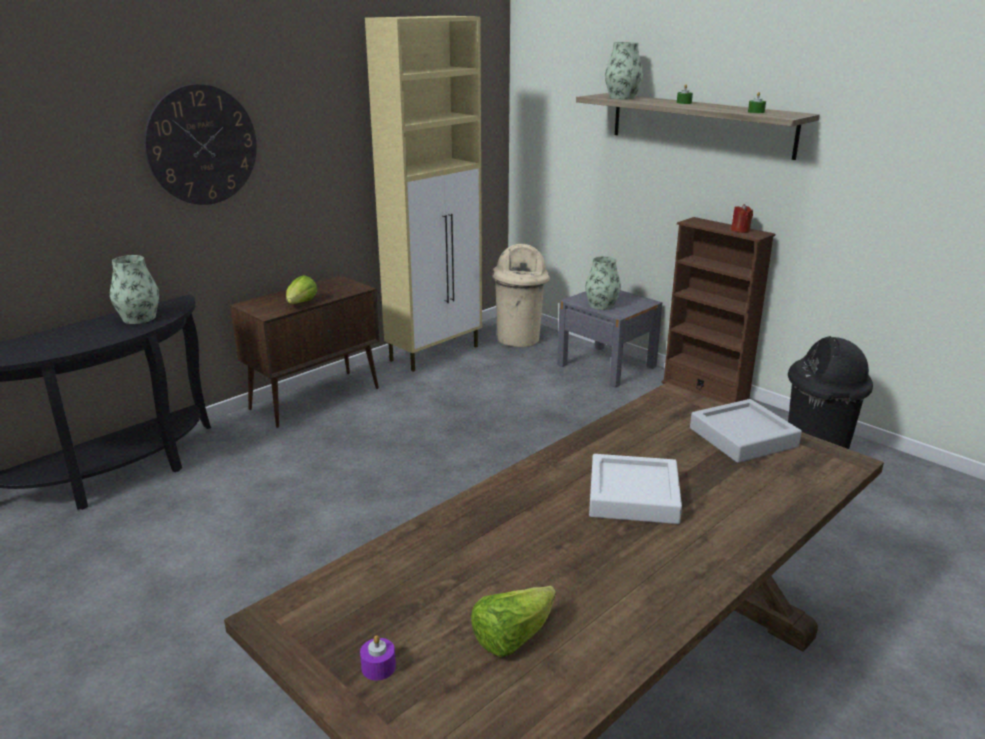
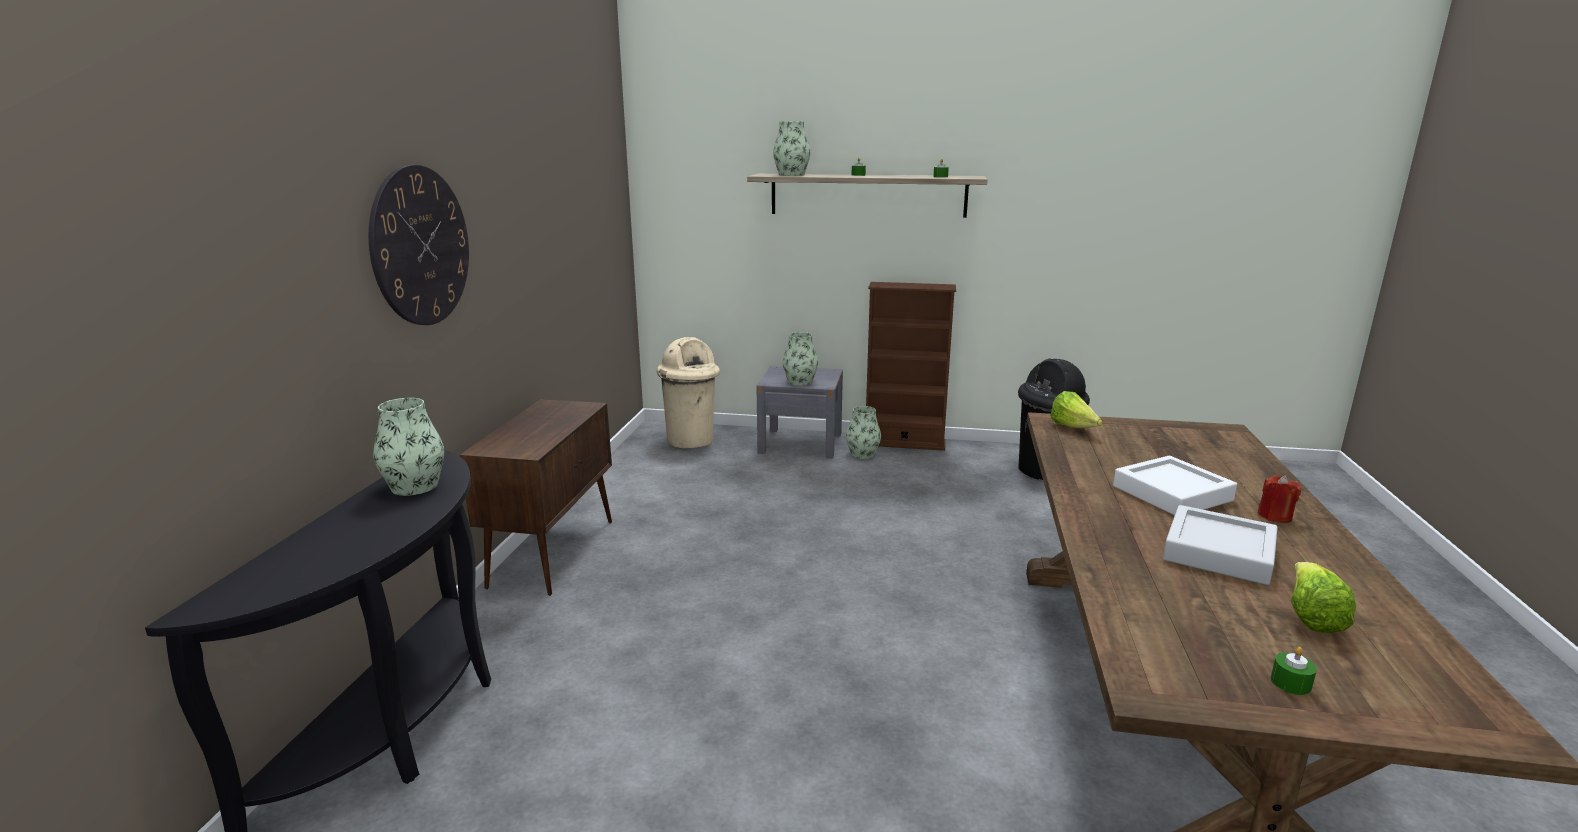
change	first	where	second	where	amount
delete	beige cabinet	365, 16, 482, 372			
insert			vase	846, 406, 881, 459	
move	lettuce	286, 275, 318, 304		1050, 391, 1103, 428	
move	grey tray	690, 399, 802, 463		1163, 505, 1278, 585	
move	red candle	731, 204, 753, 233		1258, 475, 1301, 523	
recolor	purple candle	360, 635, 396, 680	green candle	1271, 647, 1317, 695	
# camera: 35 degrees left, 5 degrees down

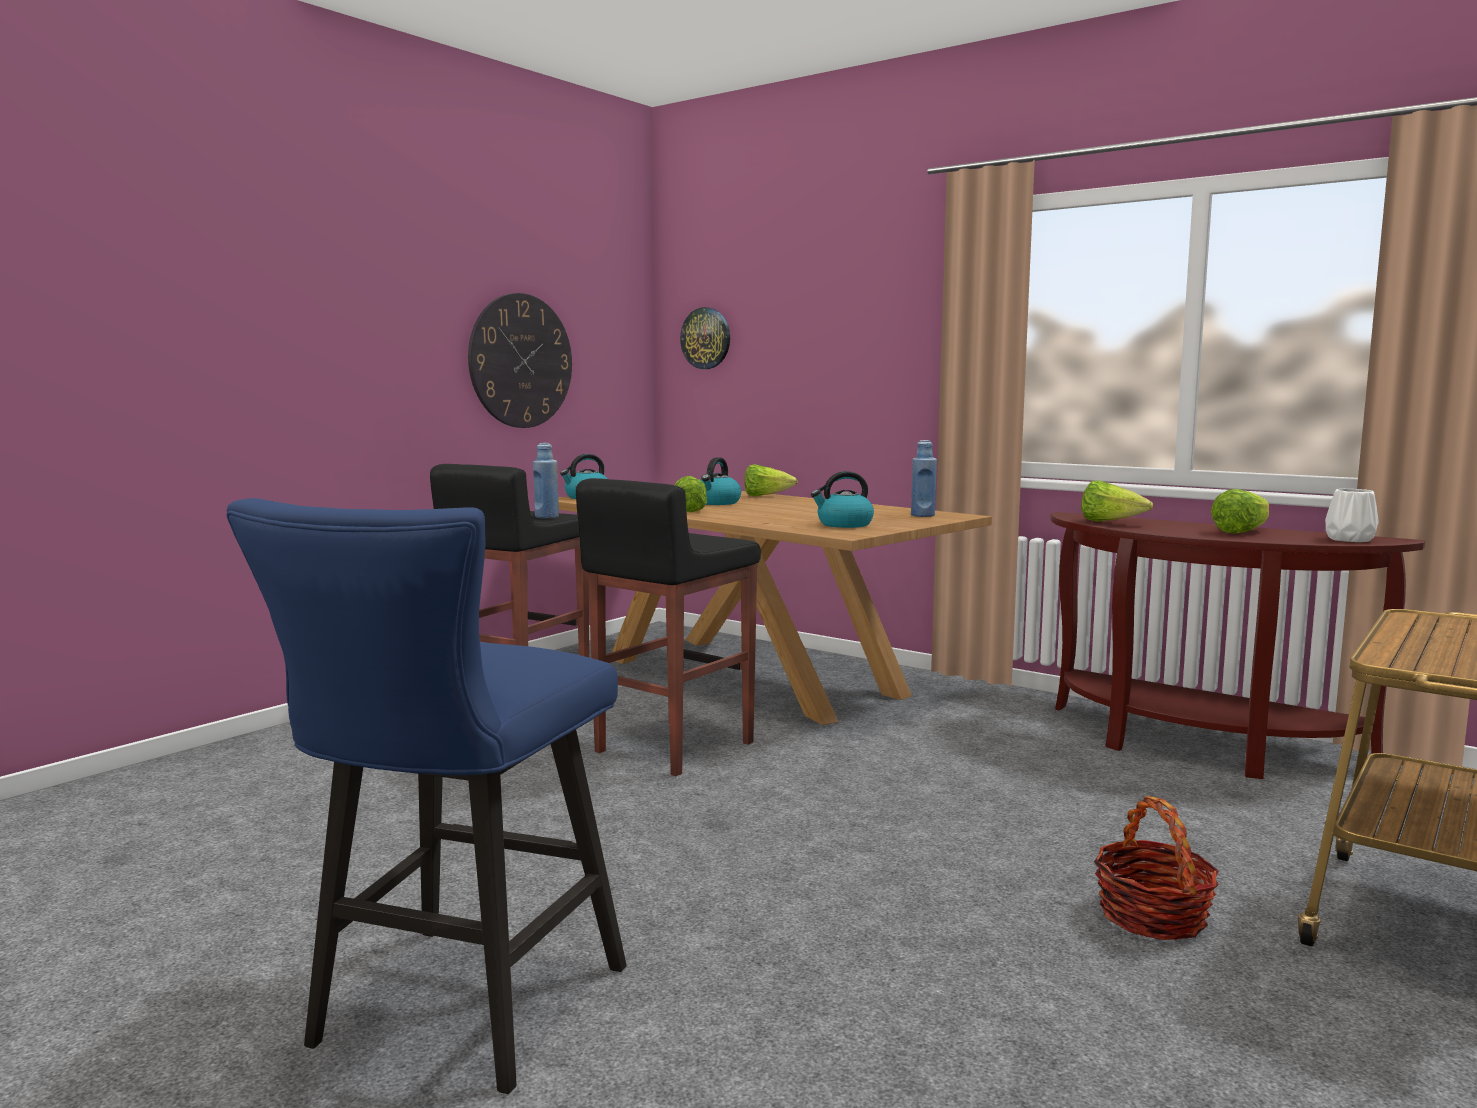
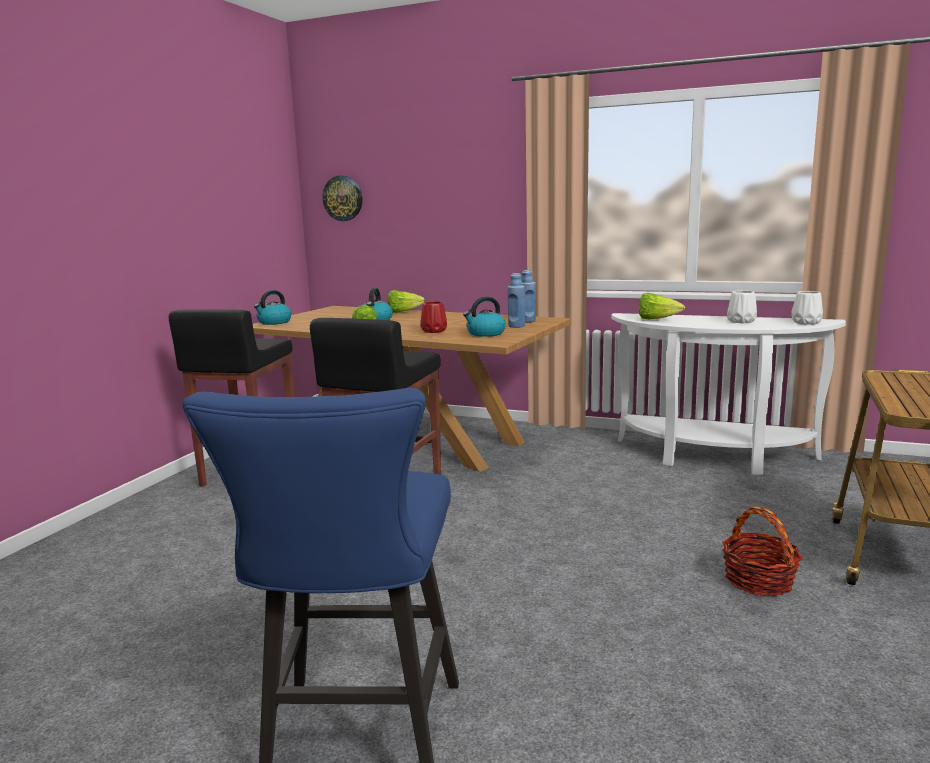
change	first	where	second	where	amount
delete	wall clock	468, 293, 572, 428			
insert			red vase	421, 301, 447, 333	
move	blue bottle	533, 443, 559, 518		508, 273, 525, 328	
replace	lettuce	1211, 489, 1269, 533	white vase	727, 290, 757, 323	
recolor	brown console table	1050, 512, 1425, 779	white console table	611, 313, 846, 475	
# camera: 15 degrees left, 5 degrees up

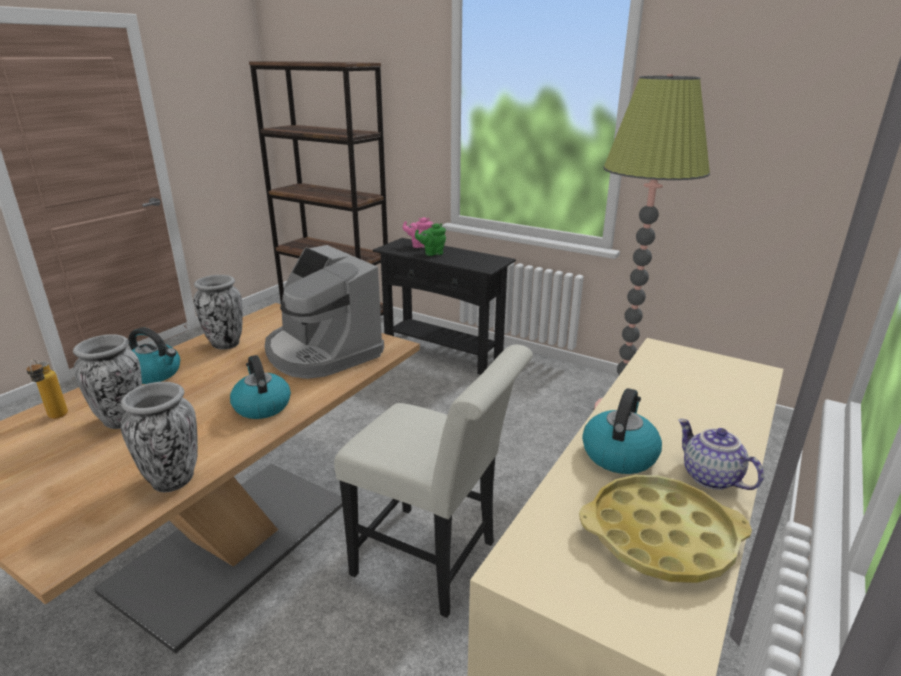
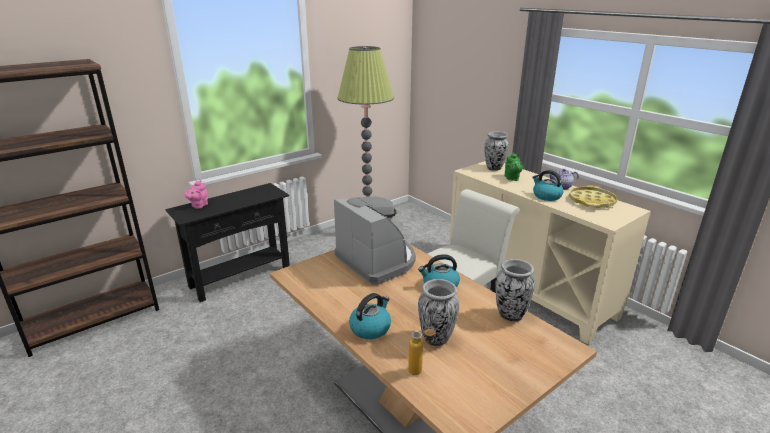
change	first	where	second	where	amount
move	vase	193, 275, 243, 350		484, 131, 509, 171	
move	green teapot	415, 223, 446, 256		504, 153, 523, 181	
rotate	coffee machine	265, 245, 384, 379		334, 197, 416, 285	105 degrees counterclockwise
# camera: 70 degrees left, 0 degrees up

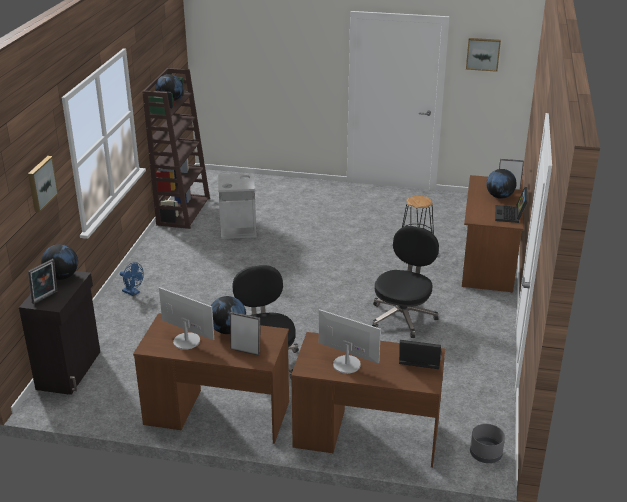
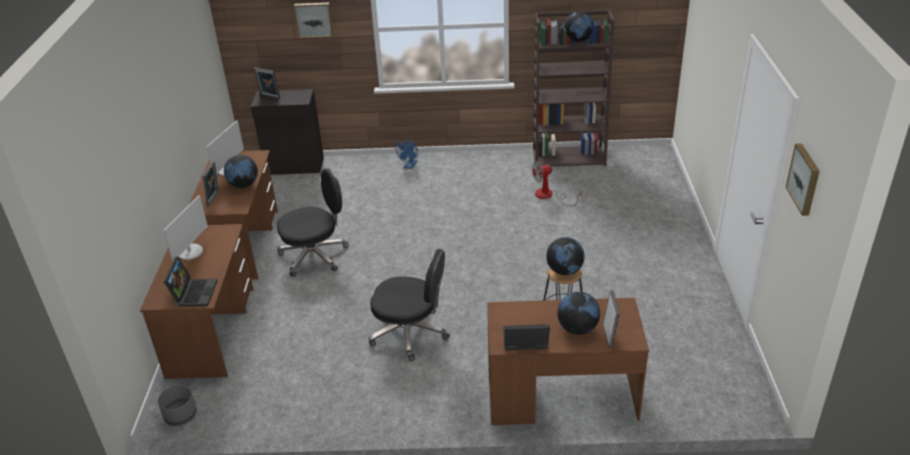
change	first	where	second	where	amount
move	globe	41, 244, 78, 280		546, 237, 585, 275	
replace	grey trash can	218, 173, 257, 239	fan	532, 161, 582, 206	
# camera: 80 degrees right, 5 degrees up

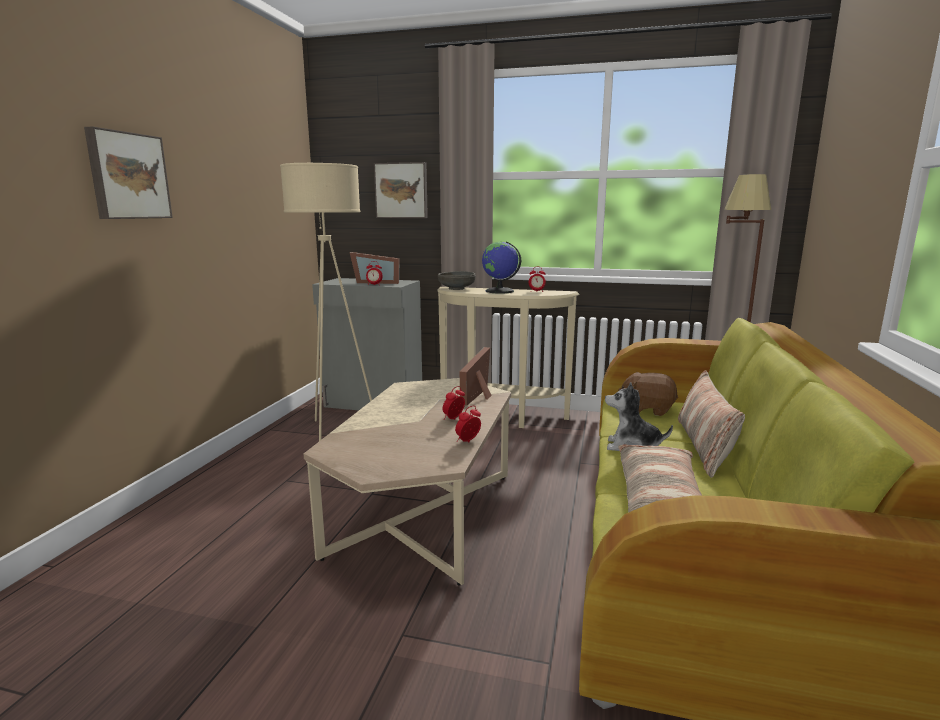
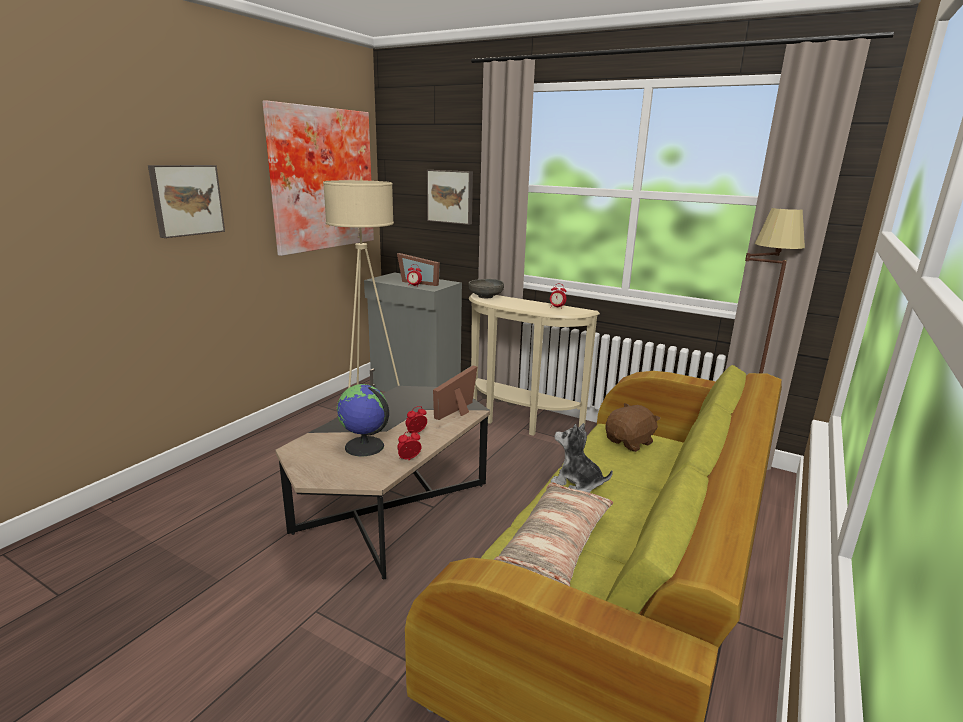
change	first	where	second	where	amount
delete	pillow	678, 370, 745, 478			
insert			picture	262, 100, 374, 256	
move	globe	482, 241, 521, 294		337, 384, 389, 456	
recolor	beige coffee table	304, 378, 511, 586	black coffee table	275, 386, 490, 579	
rotate	brown plush toy	618, 372, 678, 416		605, 403, 660, 452	105 degrees clockwise
# camera: 15 degrees right, 5 degrees up

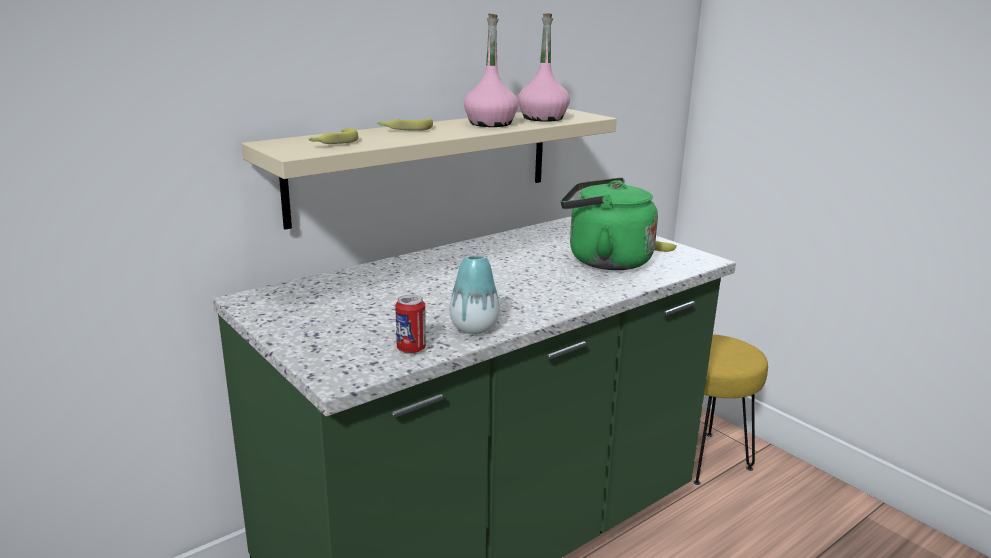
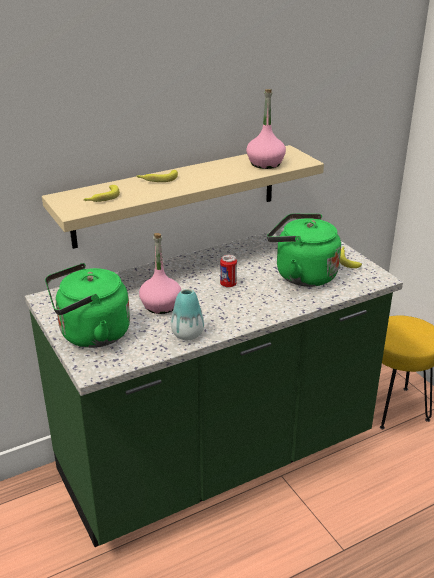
change	first	where	second	where	amount
insert			green kettle	45, 263, 130, 348	
move	can	395, 294, 426, 354		220, 255, 237, 288	
move	pink bottle	464, 13, 518, 127		139, 233, 181, 314	
# camera: 10 degrees right, 10 degrees up

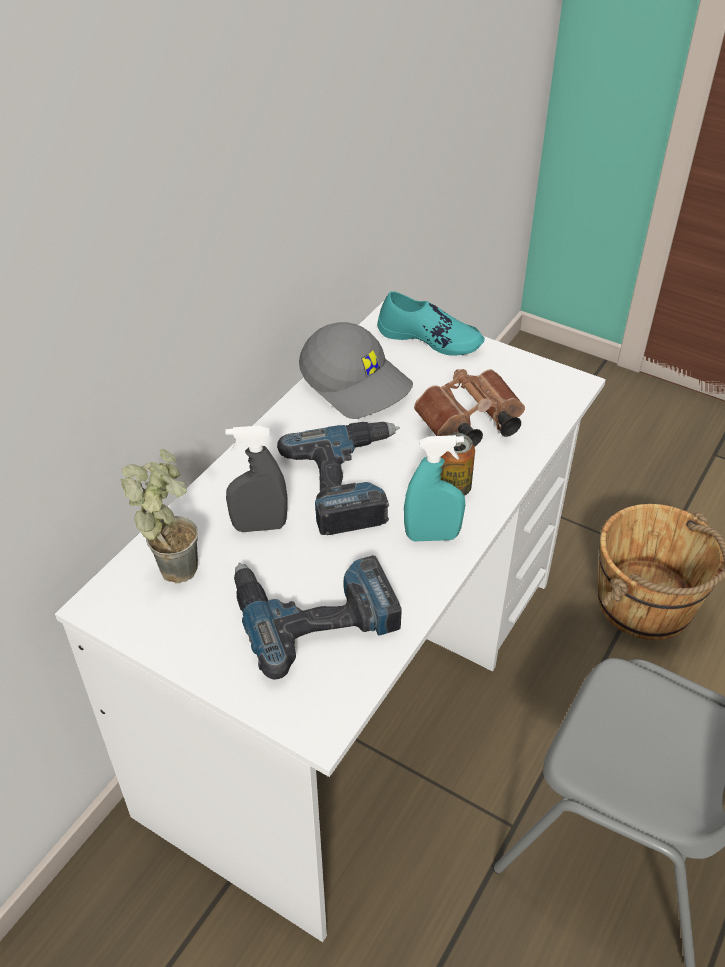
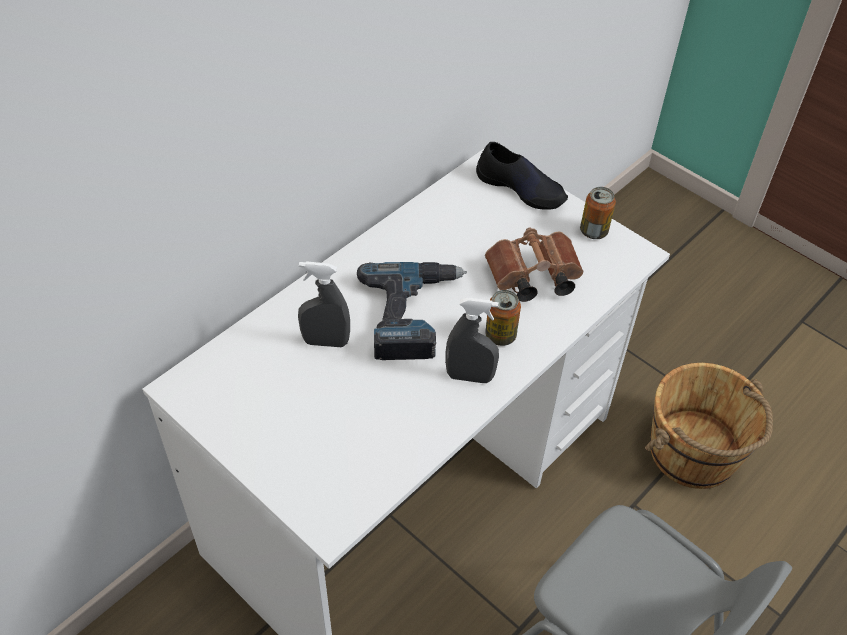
change	first	where	second	where	amount
delete	potted plant	121, 449, 198, 583			
delete	power drill	234, 555, 402, 680			
delete	grey cap	299, 322, 413, 419			
insert			can	580, 187, 616, 239	
recolor	turquoise shoe	377, 291, 485, 356	black shoe	476, 141, 568, 210	
recolor	turquoise spray bottle	404, 435, 465, 541	grey spray bottle	445, 298, 499, 383	
# camera: 10 degrees right, 5 degrees up

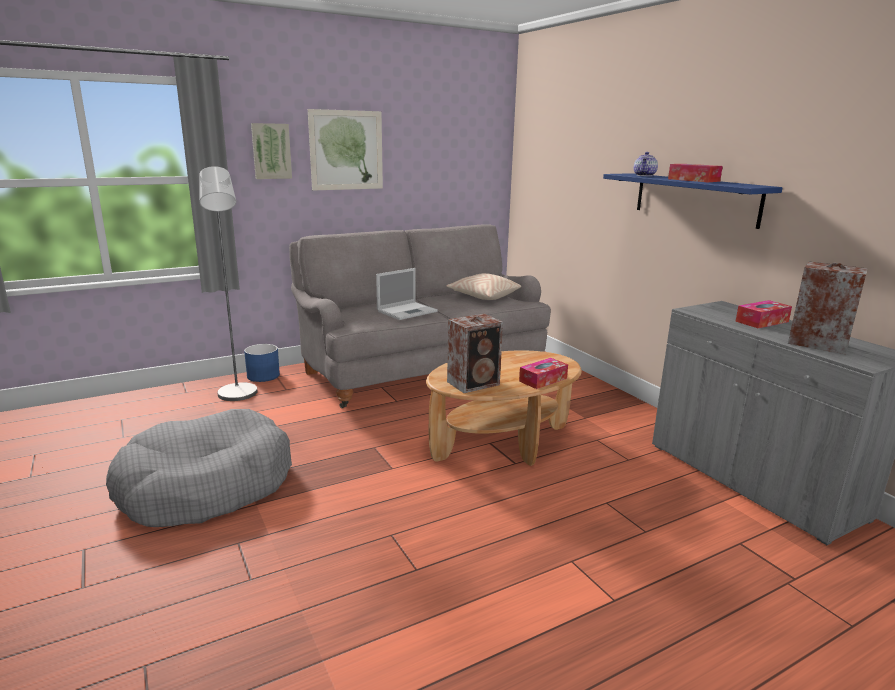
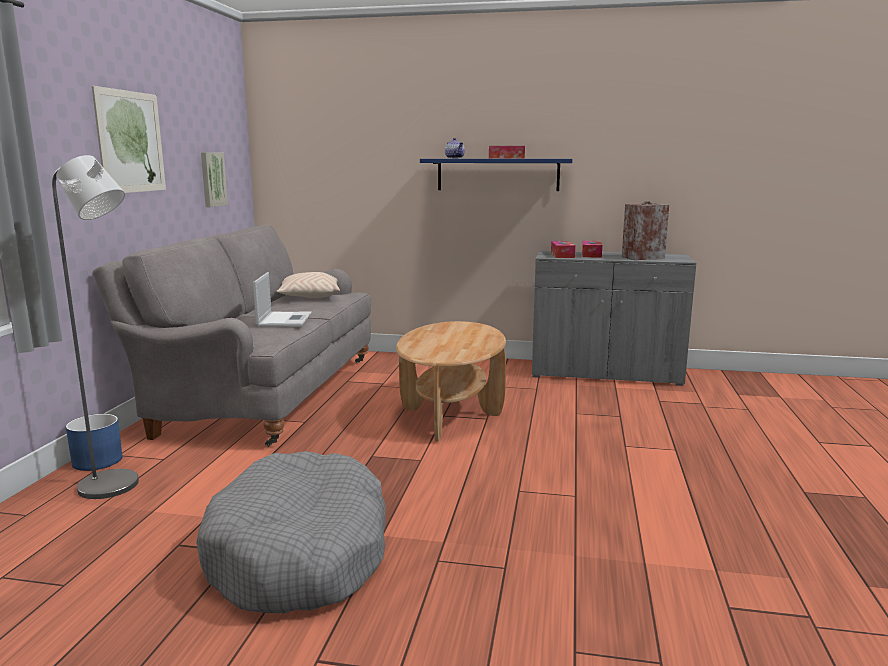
change	first	where	second	where	amount
delete	speaker	447, 313, 503, 393			
move	picture	251, 123, 292, 179		201, 152, 228, 207	
move	tissue box	519, 358, 568, 389		551, 241, 575, 258	
# camera: 50 degrees left, 5 degrees down

